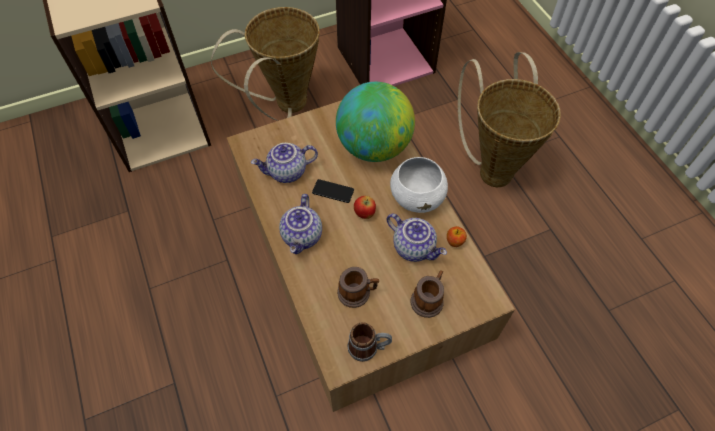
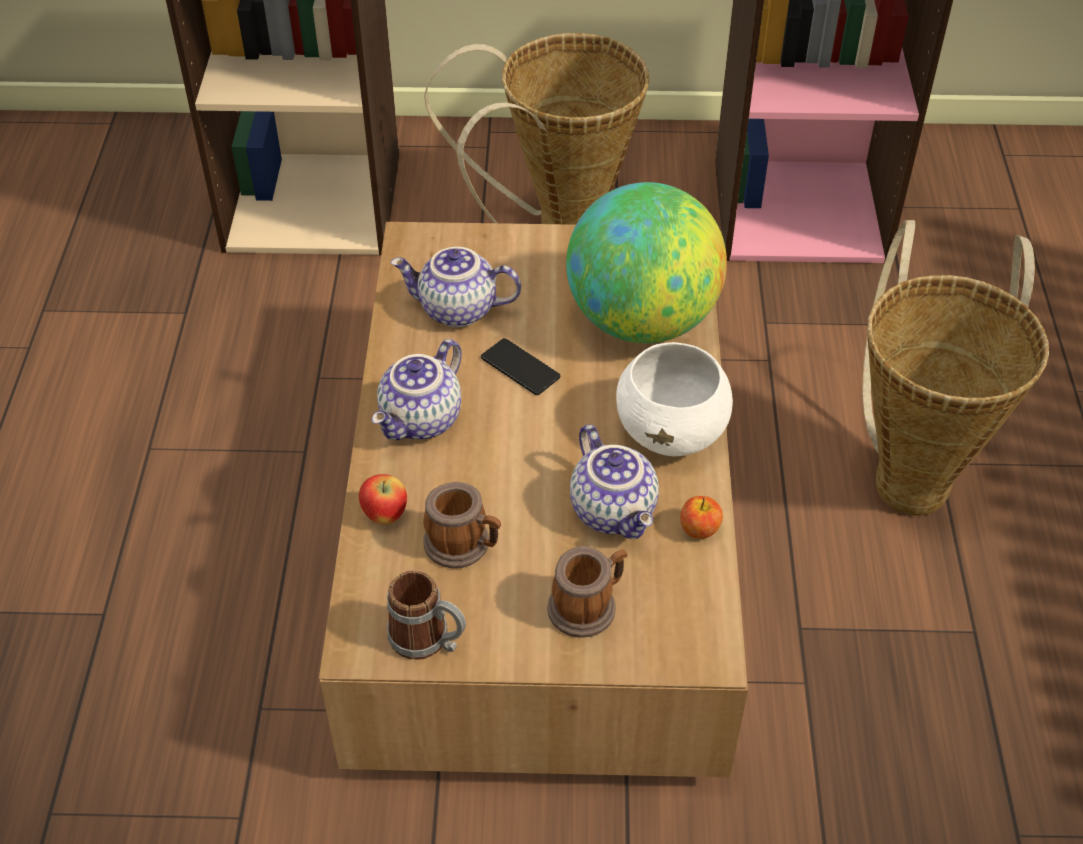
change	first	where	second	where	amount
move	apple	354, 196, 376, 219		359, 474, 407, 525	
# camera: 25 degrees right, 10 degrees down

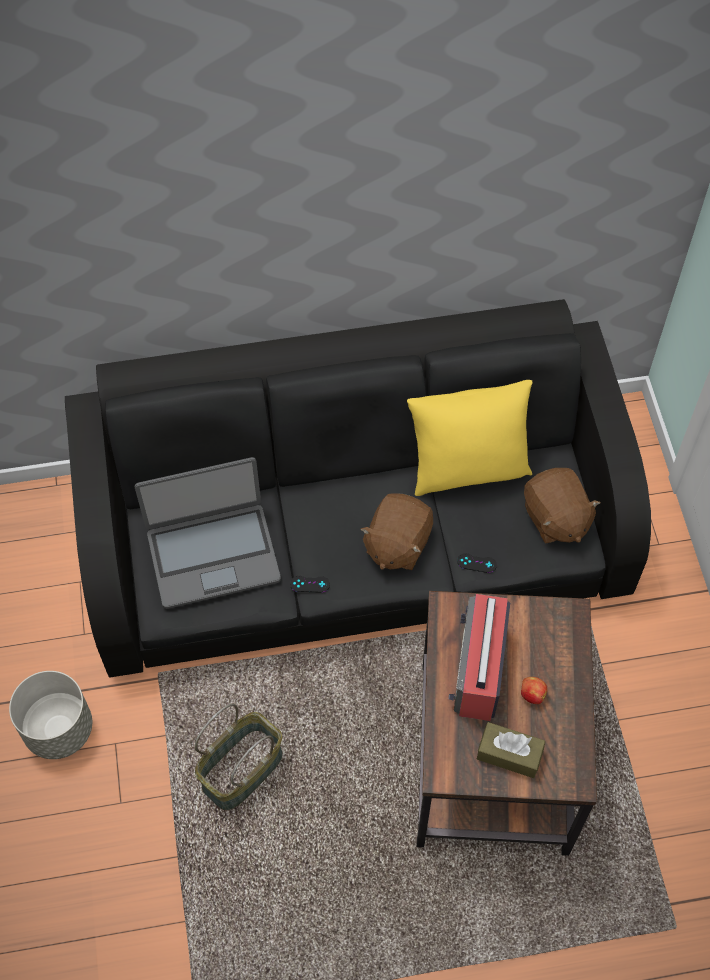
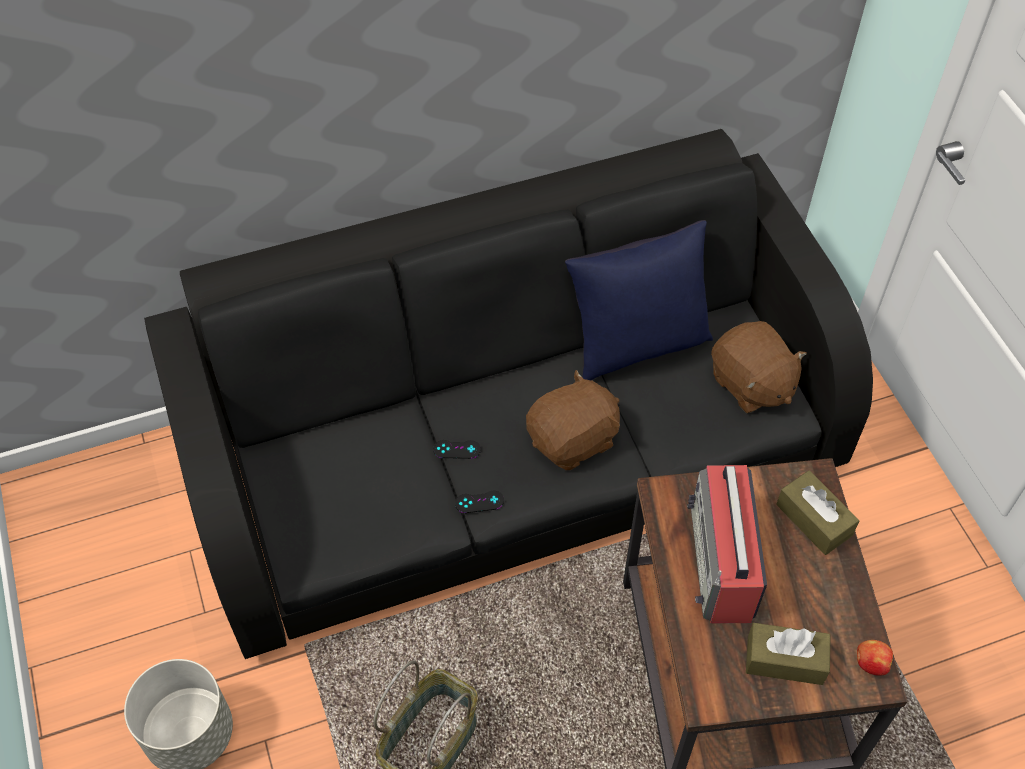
change	first	where	second	where	amount
delete	laptop	135, 457, 281, 609			
insert			brown tissue box	777, 470, 859, 555	
move	black game controller	457, 553, 497, 573		433, 440, 481, 459	
move	apple	521, 677, 548, 704		857, 640, 893, 676	
recolor	yellow pillow	407, 380, 533, 496	blue pillow	565, 220, 713, 381	
rotate	brown plush toy	360, 493, 433, 570		526, 370, 620, 470	135 degrees counterclockwise
# camera: 10 degrees left, 5 degrees down

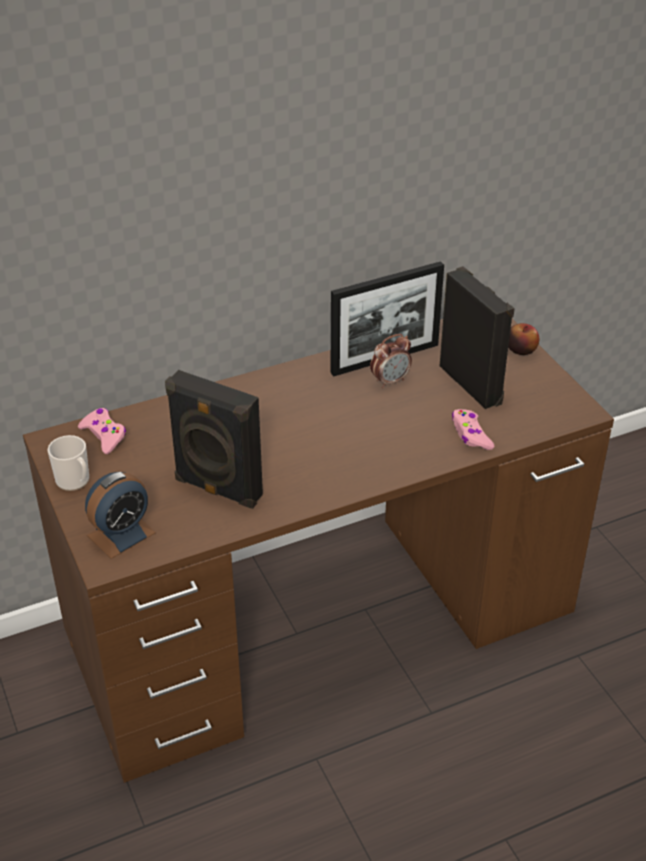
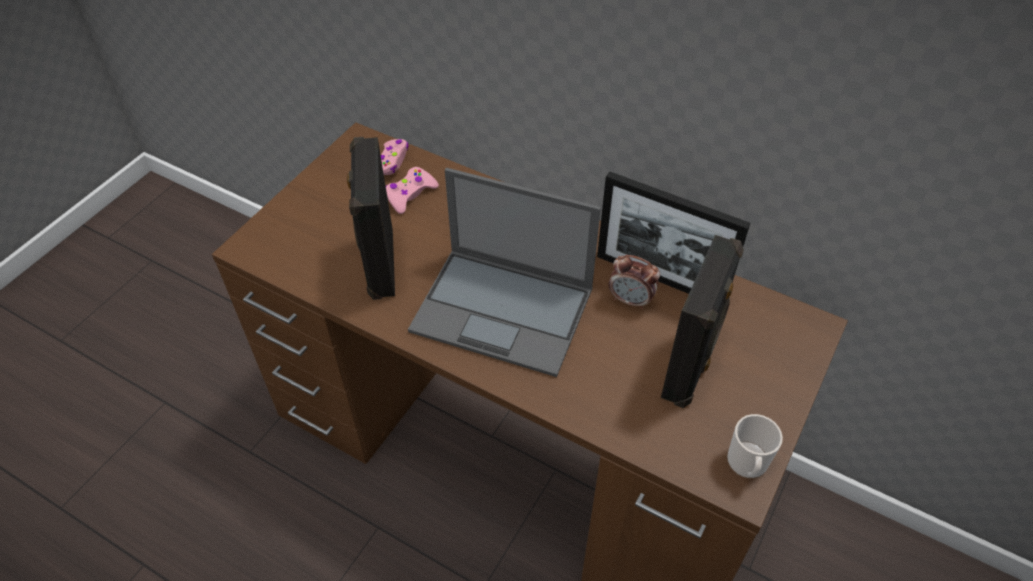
change	first	where	second	where	amount
delete	alarm clock	85, 472, 156, 559			
delete	apple	508, 323, 539, 355			
insert			laptop	408, 168, 601, 377	
move	mug	48, 435, 89, 491		727, 414, 783, 478	
move	pink game controller	452, 409, 494, 450		386, 167, 439, 214	
# camera: 55 degrees right, 10 degrees up

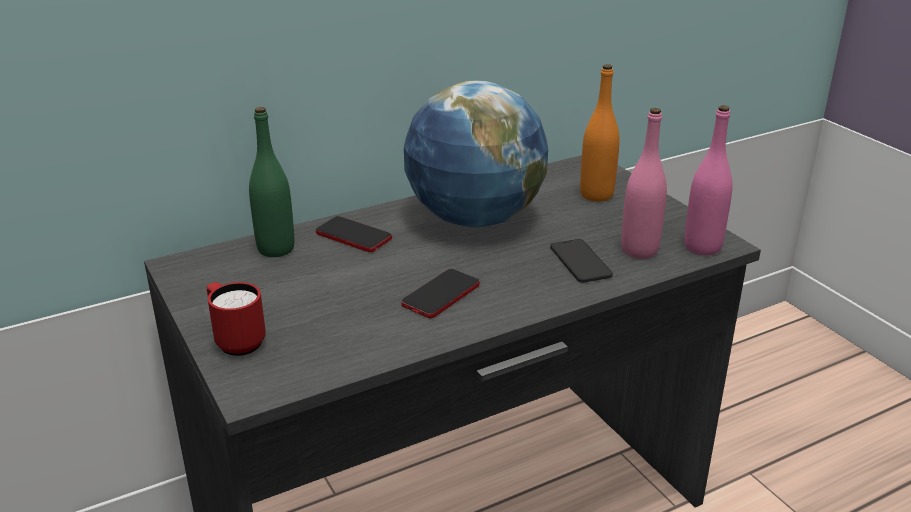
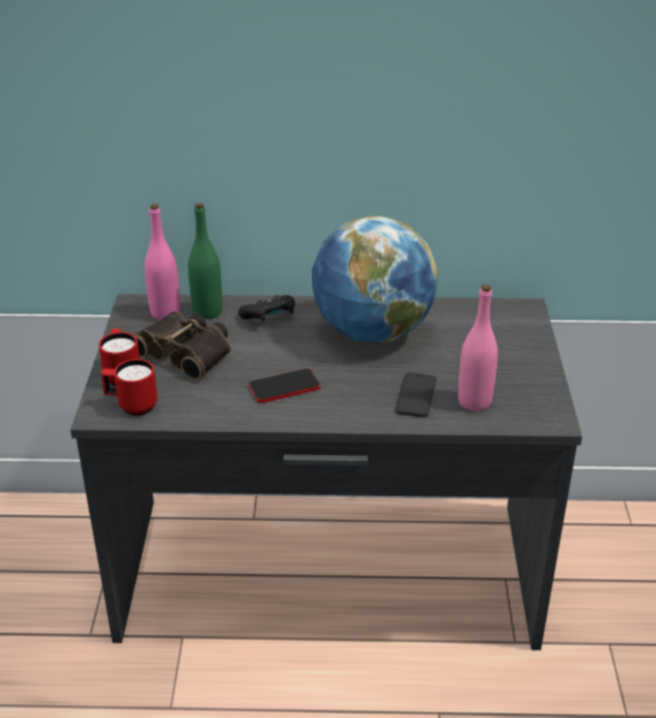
change	first	where	second	where	amount
delete	orange bottle	580, 64, 619, 202			
insert			red mug	101, 359, 158, 415	
insert			binoculars	133, 311, 231, 380	
move	pink bottle	684, 105, 732, 255		145, 204, 180, 320	
replace	phone	316, 216, 392, 252	black game controller	238, 295, 295, 322	
# camera: 30 degrees right, 5 degrees up

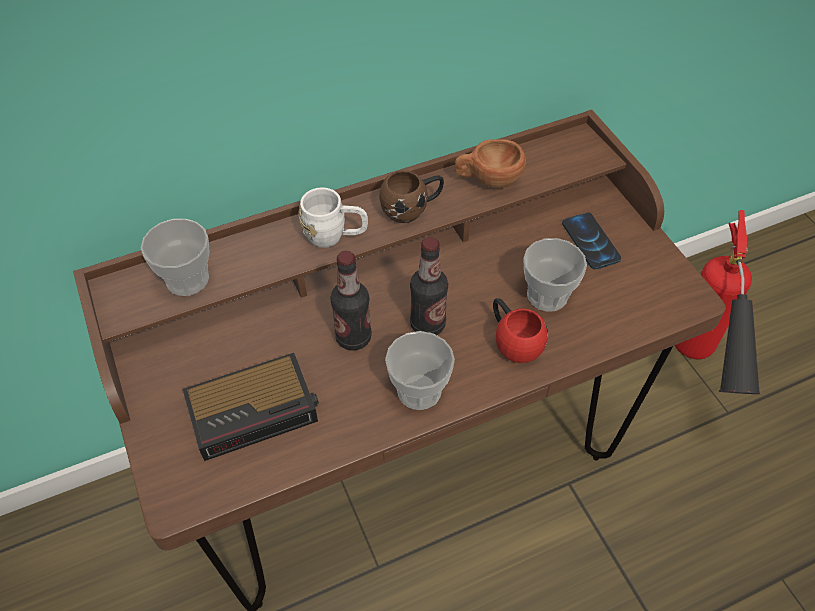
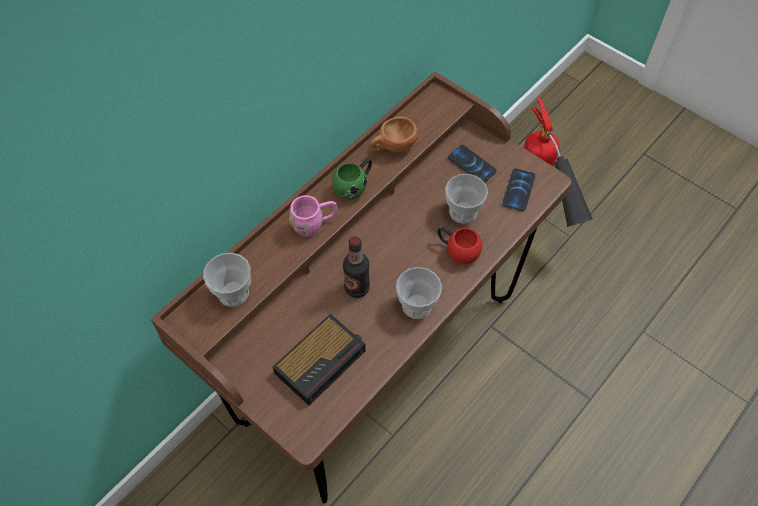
change	first	where	second	where	amount
delete	bottle	410, 237, 448, 335			
insert			phone	502, 168, 535, 211	
recolor	white mug	298, 188, 368, 248	pink mug	289, 195, 338, 237	
recolor	brown mug	379, 170, 444, 223	green mug	332, 159, 372, 200	
# camera: 25 degrees left, 5 degrees up

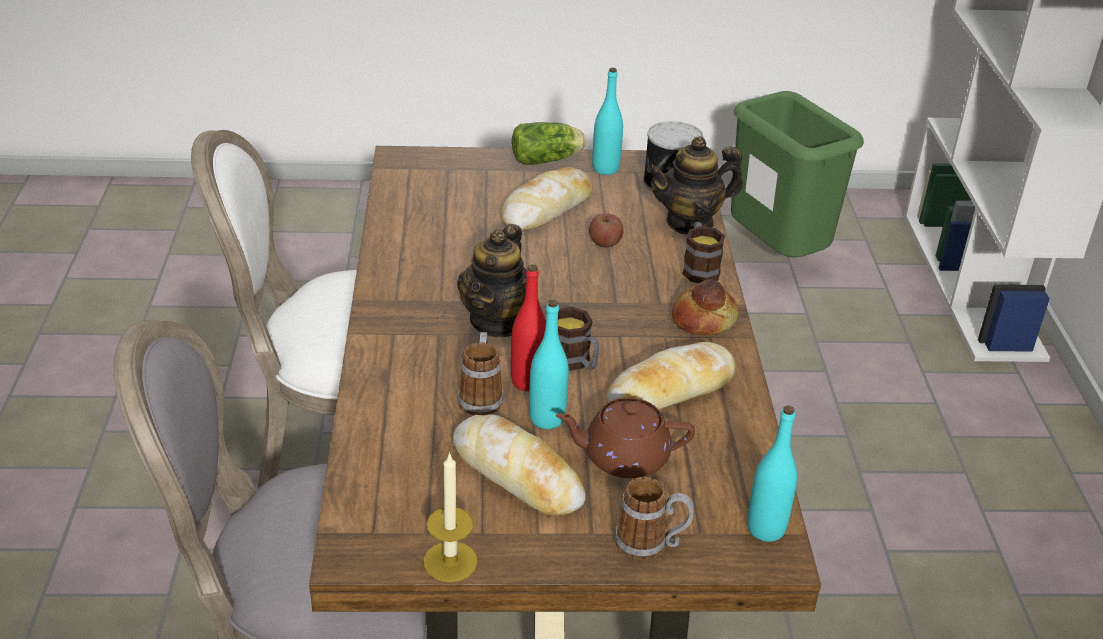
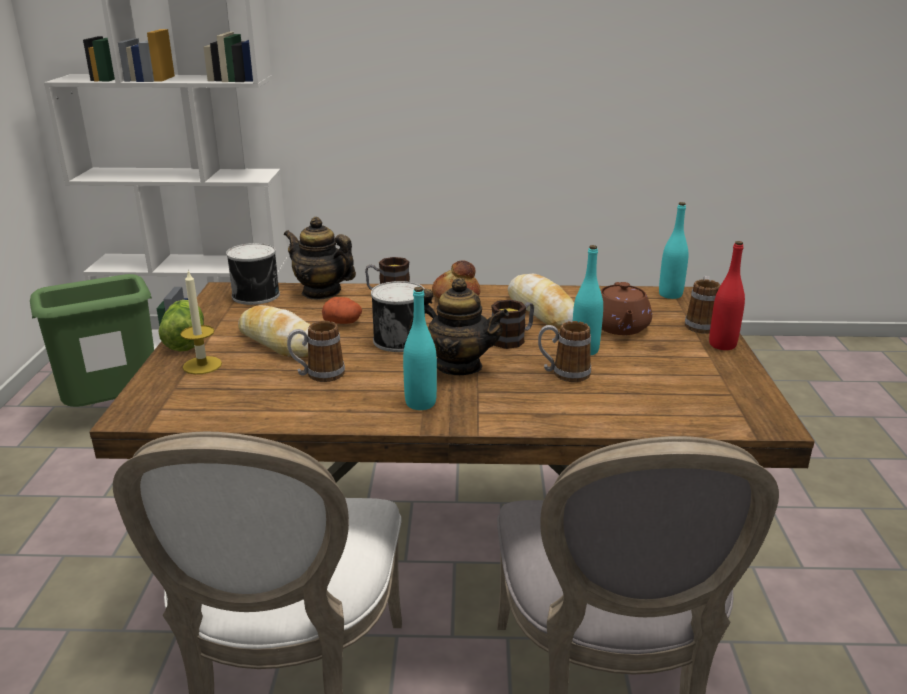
change	first	where	second	where	amount
delete	bread	453, 414, 585, 516			
insert			mug	287, 321, 345, 382	
insert			can	371, 281, 425, 352	
move	candle	423, 452, 478, 582		180, 270, 222, 374	
move	red bottle	511, 265, 546, 391		709, 241, 745, 350	
move	turquoise bottle	592, 68, 623, 175		403, 287, 437, 410	
replace	apple	589, 213, 624, 247	potato	322, 297, 362, 324	
rotate	teapot	647, 136, 743, 234		284, 217, 356, 300	135 degrees clockwise
# camera: 85 degrees left, 10 degrees down

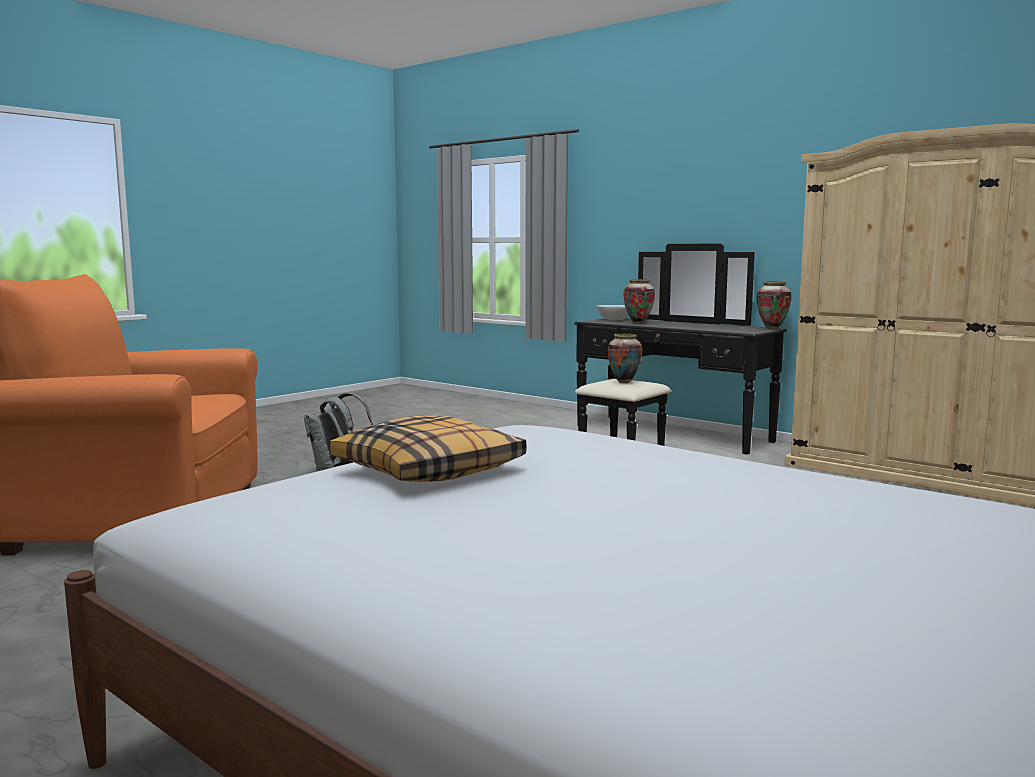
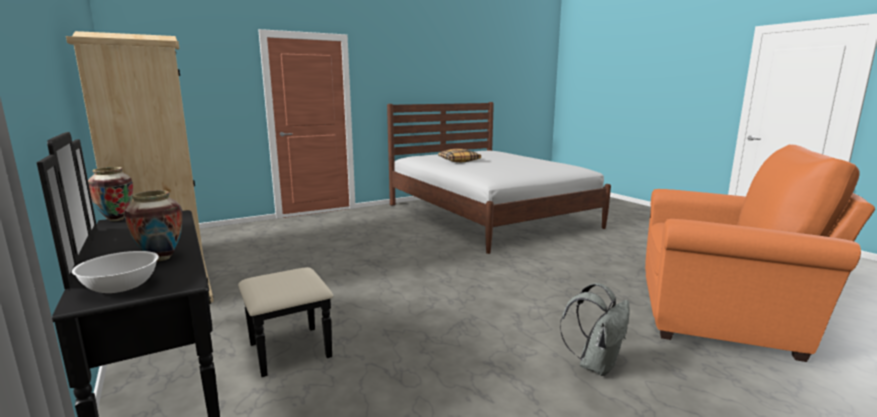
change	first	where	second	where	amount
delete	vase	608, 334, 643, 383			
move	pillow	330, 416, 527, 482		438, 149, 481, 162	
# camera: 160 degrees left, 5 degrees up

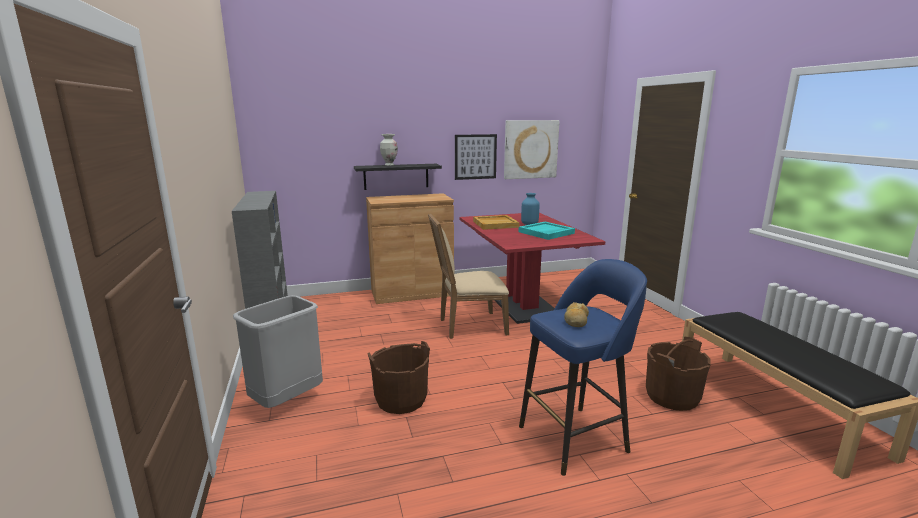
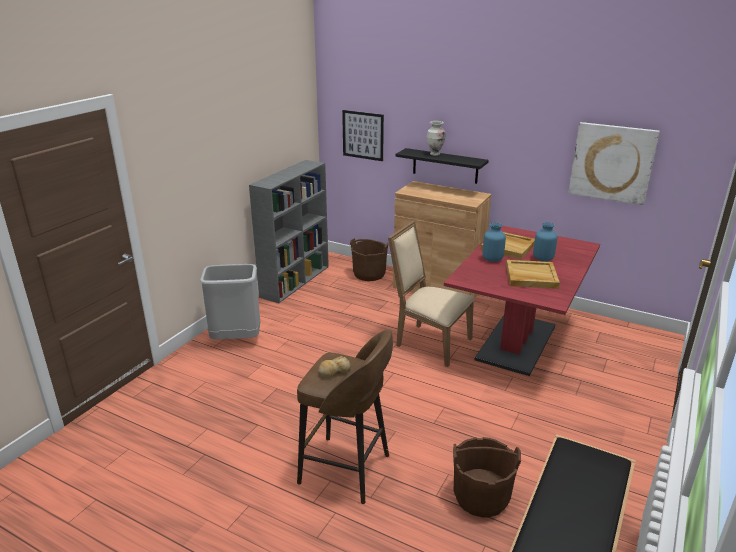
change	first	where	second	where	amount
insert			blue vase	482, 223, 506, 262	
move	brown bucket	367, 341, 430, 414		350, 238, 389, 281	
move	picture	455, 134, 497, 180		342, 110, 384, 161	
recolor	turquoise tray	518, 222, 575, 240	beige tray	506, 260, 560, 289	
recolor	blue stool	519, 259, 647, 476	brown stool	297, 329, 393, 504	
# camera: 45 degrees right, 10 degrees up

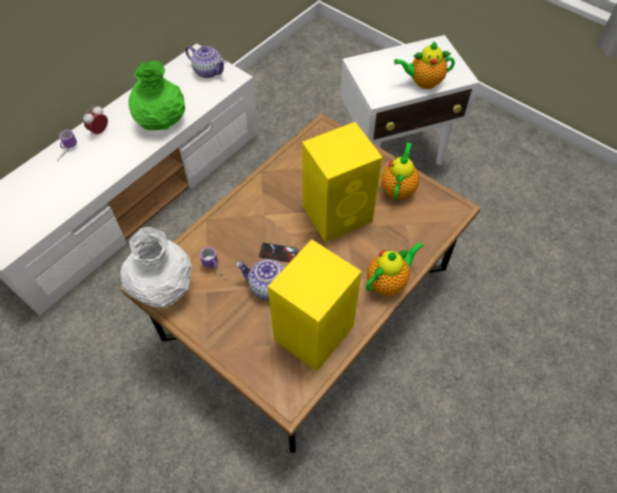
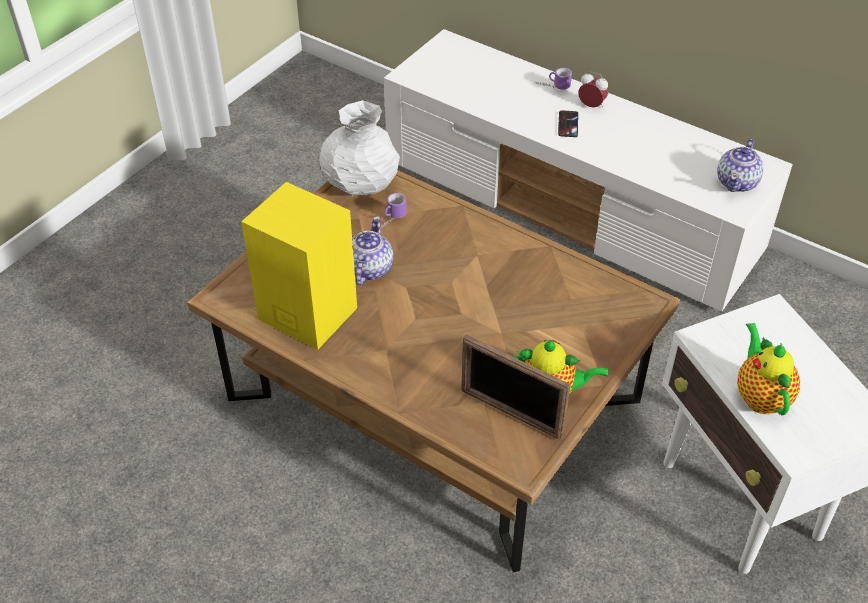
change	first	where	second	where	amount
delete	green vase	128, 60, 185, 130			
delete	yellow speaker	302, 122, 383, 242			
delete	teapot	366, 242, 424, 295			
insert			picture frame	461, 334, 571, 440	
move	phone	259, 243, 298, 262		558, 110, 578, 137	
# camera: 85 degrees right, 10 degrees down

